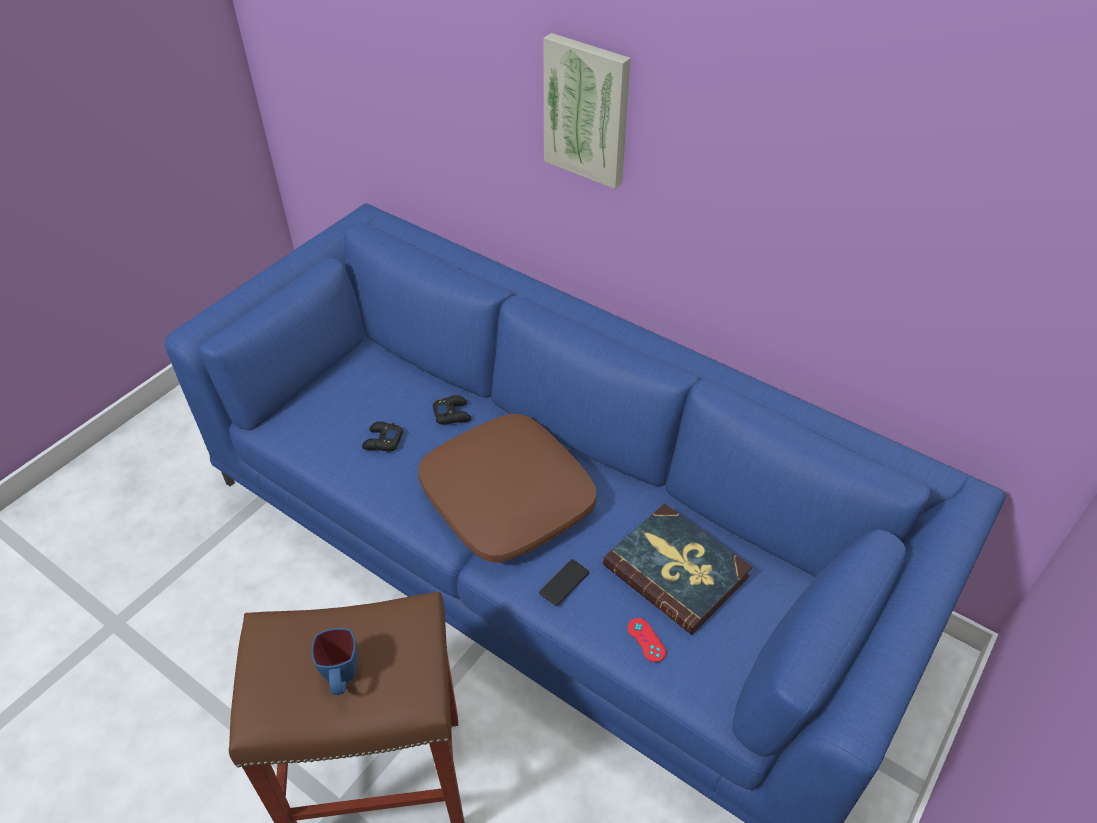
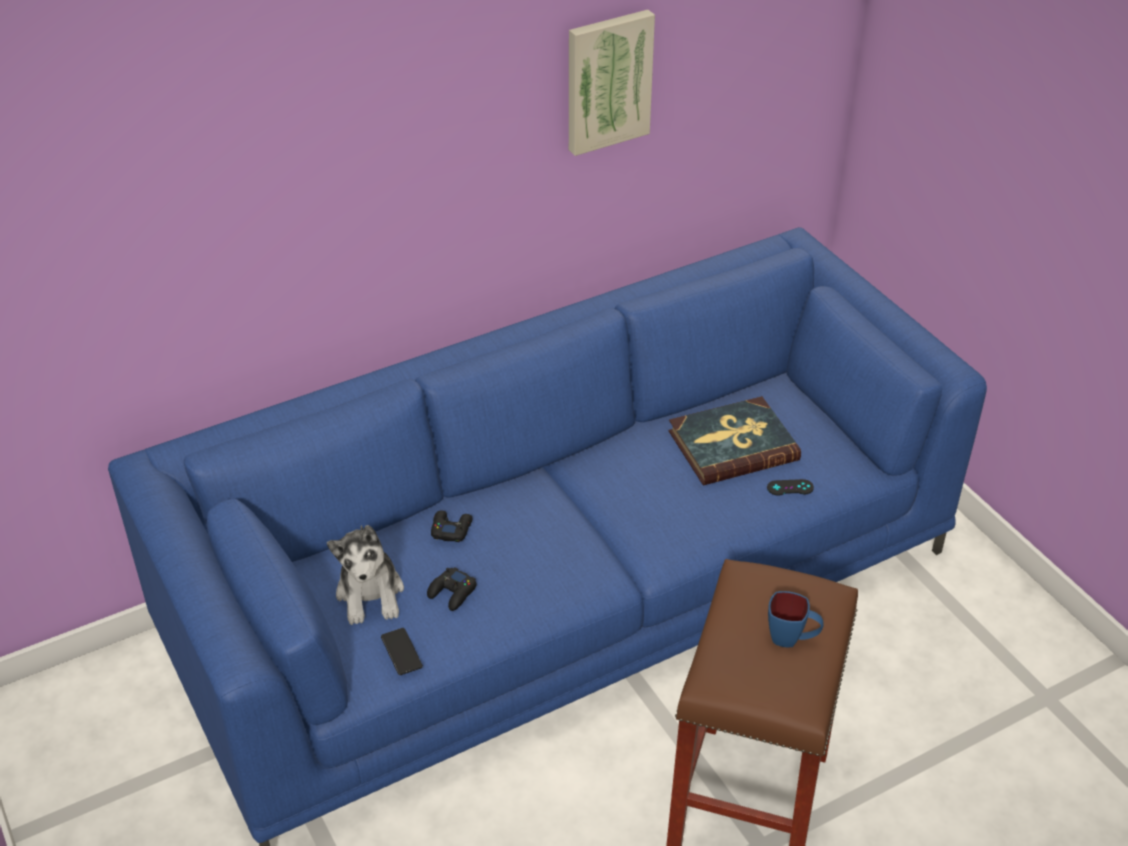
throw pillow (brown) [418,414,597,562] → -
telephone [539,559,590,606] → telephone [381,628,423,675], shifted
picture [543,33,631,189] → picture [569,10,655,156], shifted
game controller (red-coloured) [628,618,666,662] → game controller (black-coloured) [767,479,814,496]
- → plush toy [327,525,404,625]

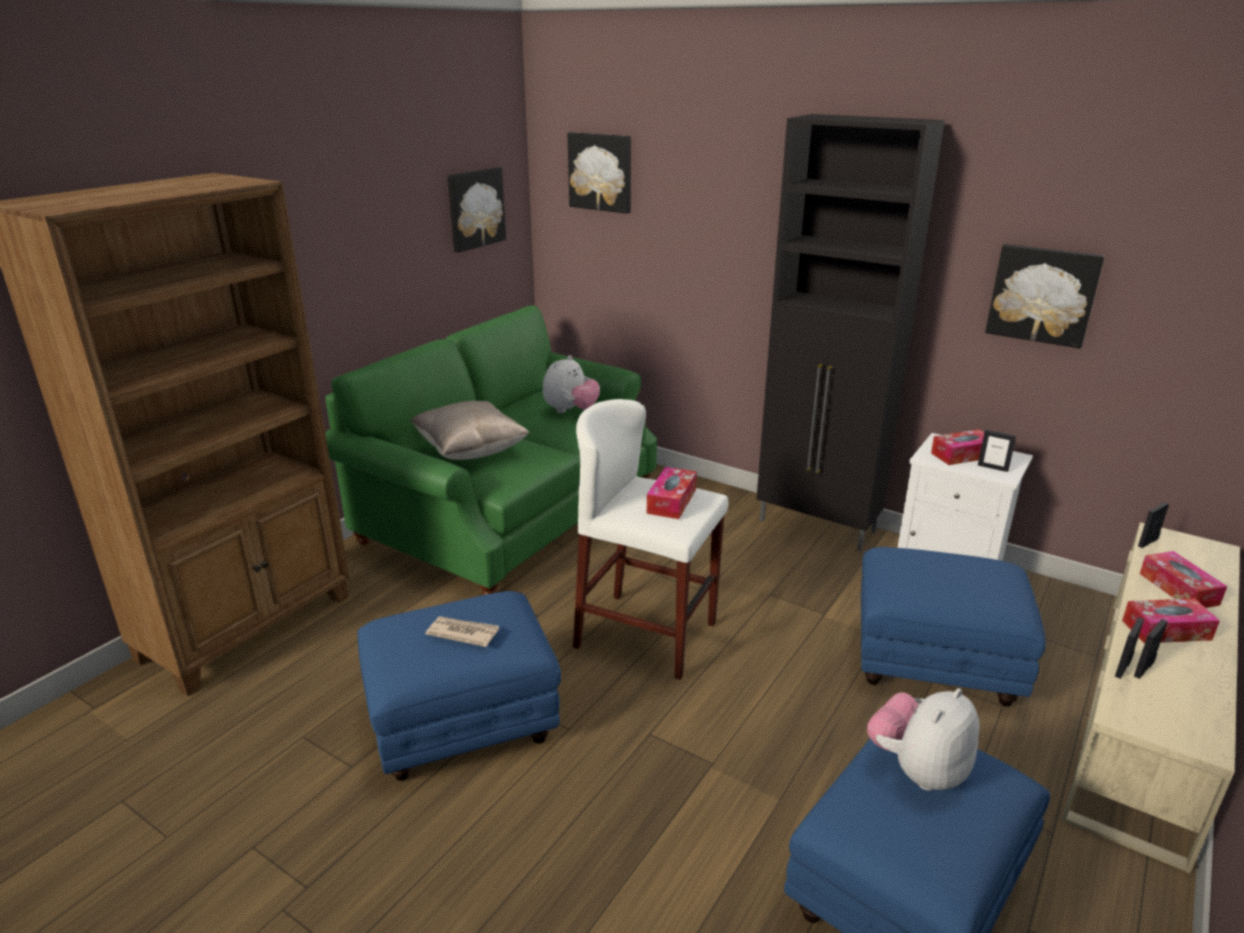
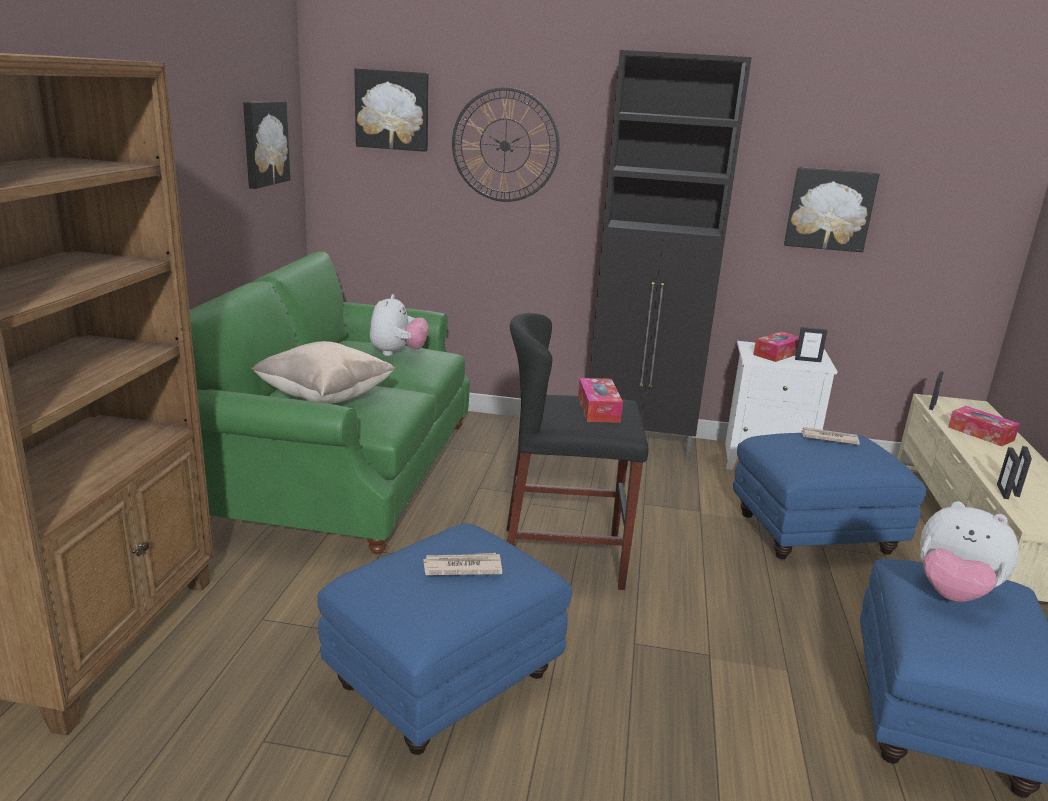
sitting stool (white-coloured) [573,399,728,680] → sitting stool (black-coloured) [506,313,648,590]
plush toy [867,688,980,790] → plush toy [920,501,1019,602], 75 degrees counterclockwise
box of tissues [1122,598,1220,643] → -
- → hanging clock [452,87,560,202]
- → newspaper [801,427,860,445]

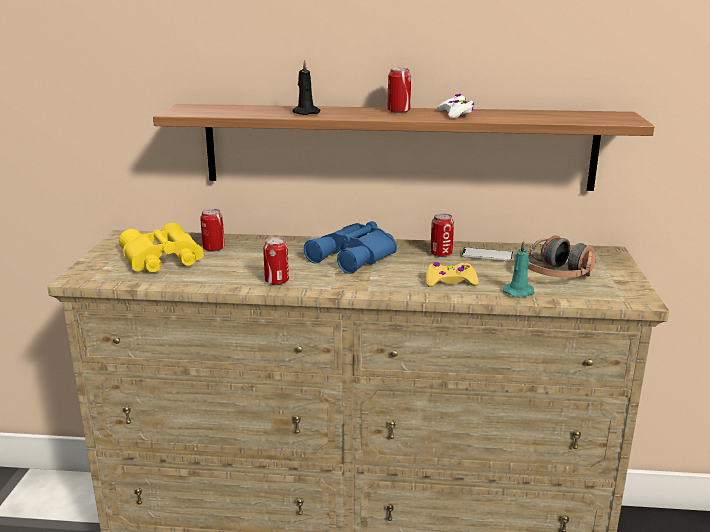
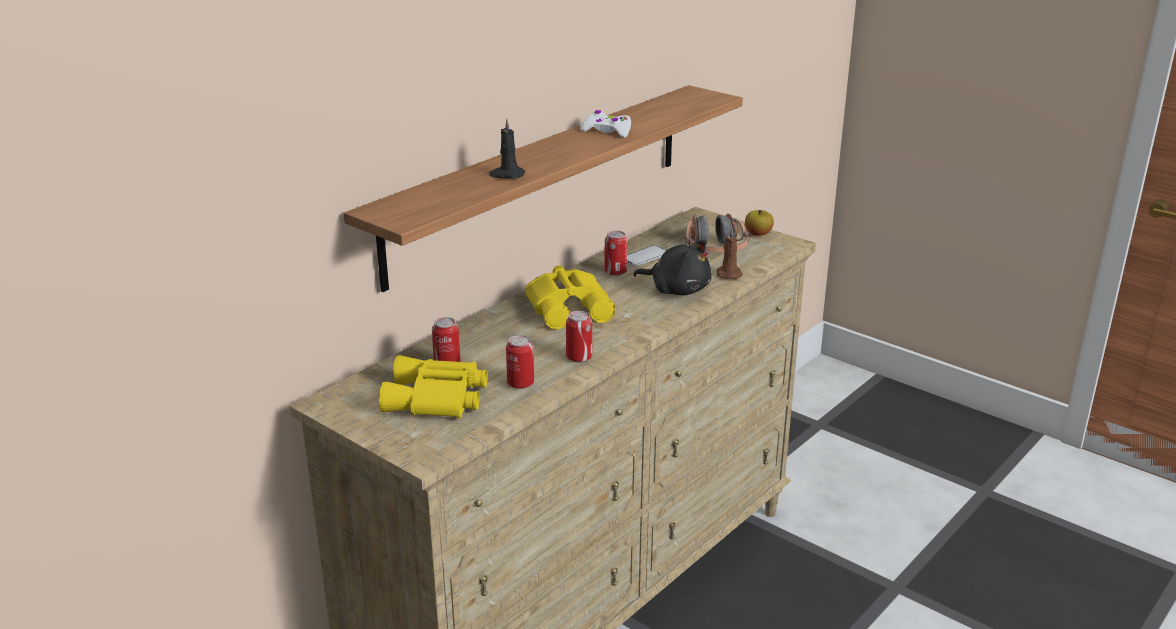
pair of binoculars (blue-coloured) [304,221,397,274] → pair of binoculars (yellow-coloured) [525,265,616,329]
sealed can [388,68,411,113] → sealed can [506,335,534,389], shifted
game controller (yellow-coloured) [426,262,479,287] → plush toy (black-coloured) [633,240,712,295]
wax candle (turquoise-coloured) [503,240,535,298] → wax candle (brown) [717,228,743,279]
- → apple [745,210,774,236]

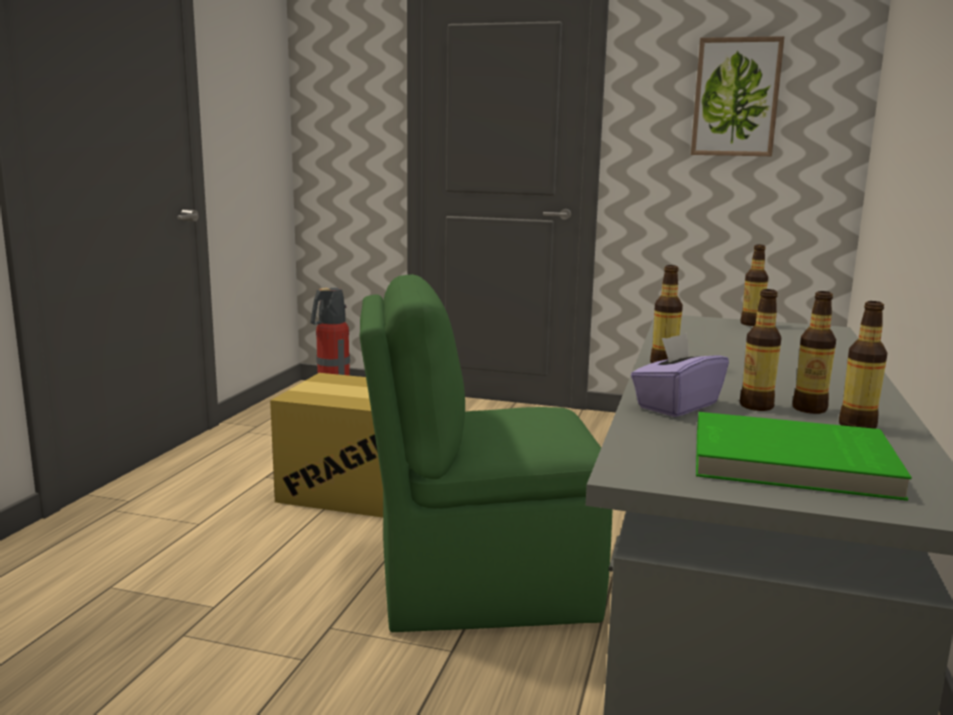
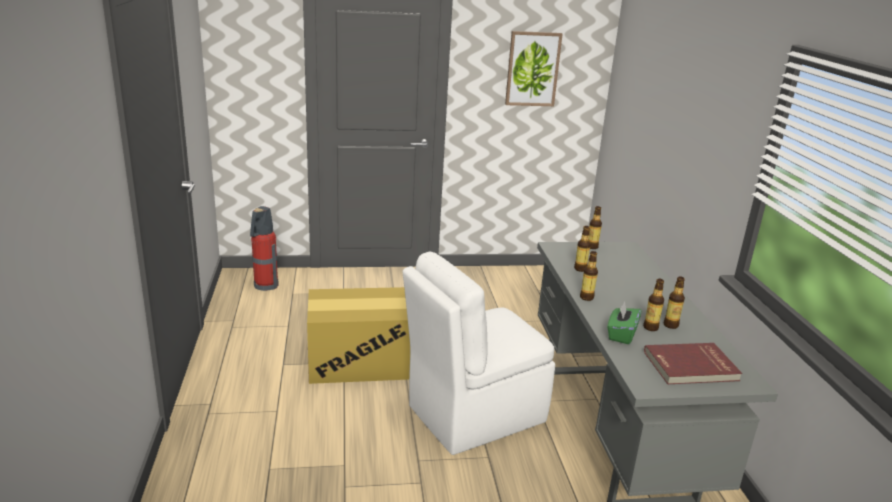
plain chair (green-coloured) [360,274,613,632] → plain chair (white-coloured) [402,251,555,455]
box of tissues (purple-coloured) [631,333,729,417] → box of tissues (green-coloured) [607,302,641,344]
book (green-coloured) [696,412,912,501] → book (red-coloured) [644,343,742,384]
bottle [839,301,887,429] → bottle [574,226,591,272], shifted

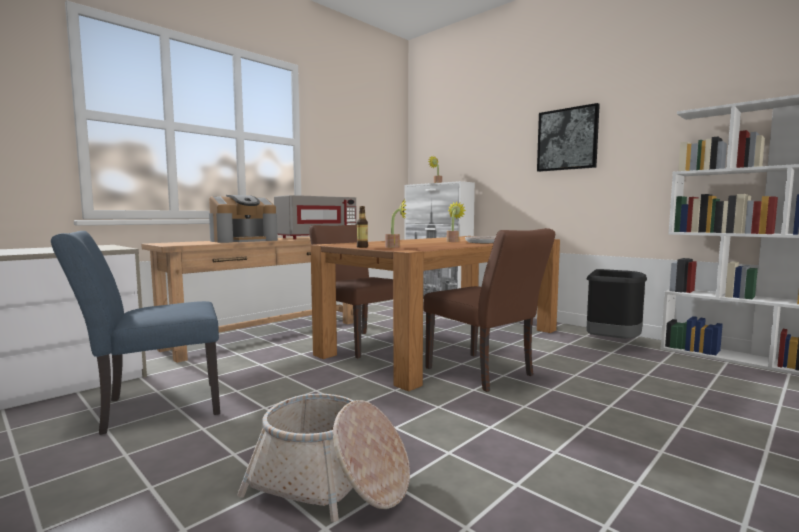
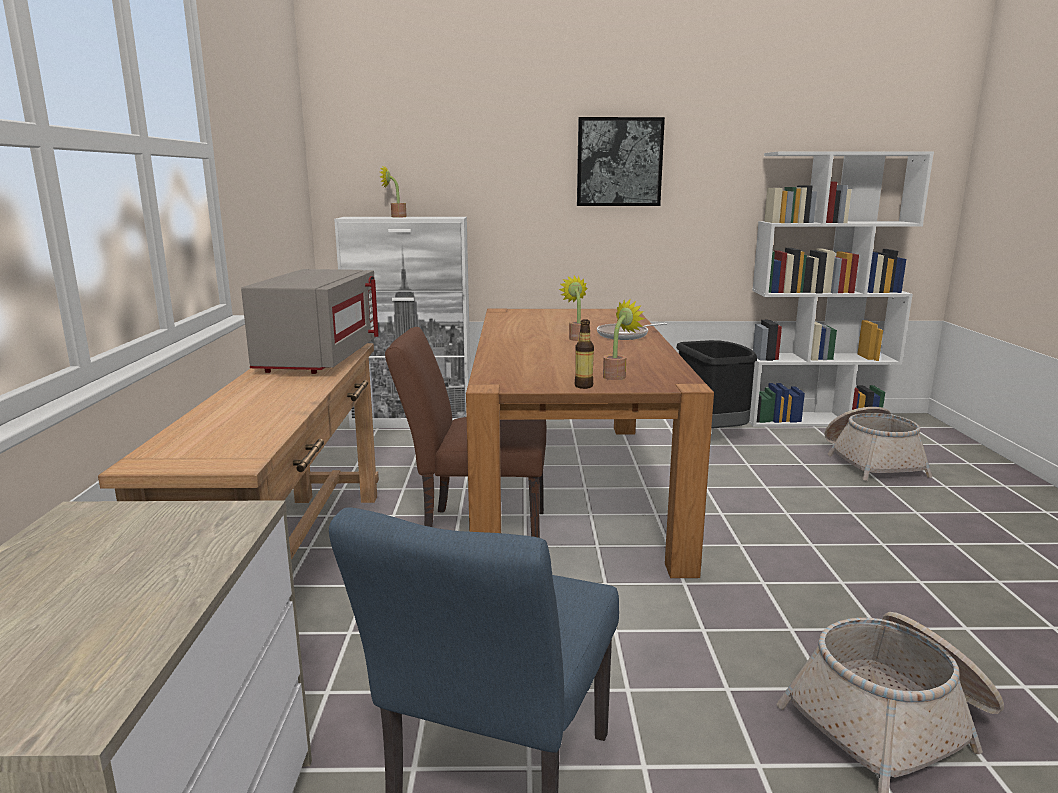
coffee brewer [209,195,278,243] → -
plain chair (brown) [424,228,555,392] → -
- → storage basket [824,407,933,481]

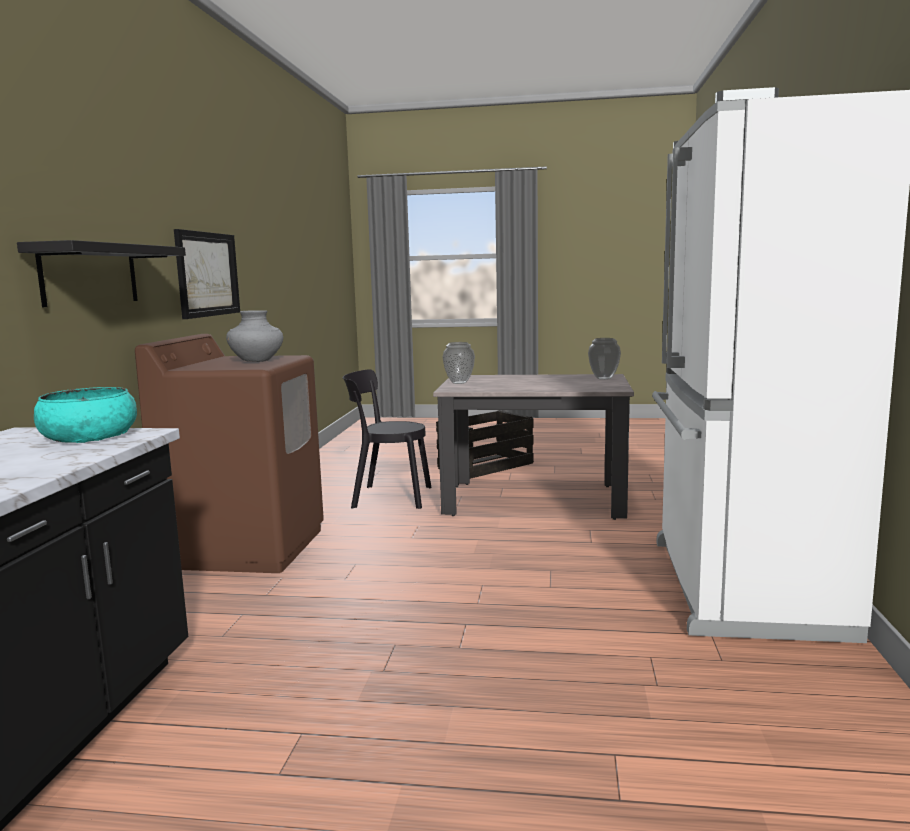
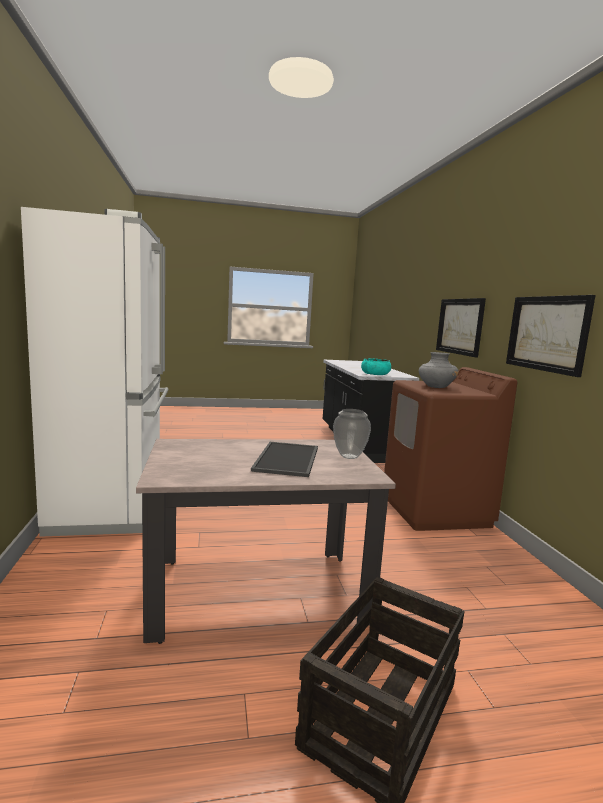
wall shelf (black-coloured) [17,240,186,307] → picture [436,298,486,358]
plain chair (black-coloured) [342,369,432,509] → -
flower vase [588,338,621,380] → -
- → carrying tray [251,442,318,477]

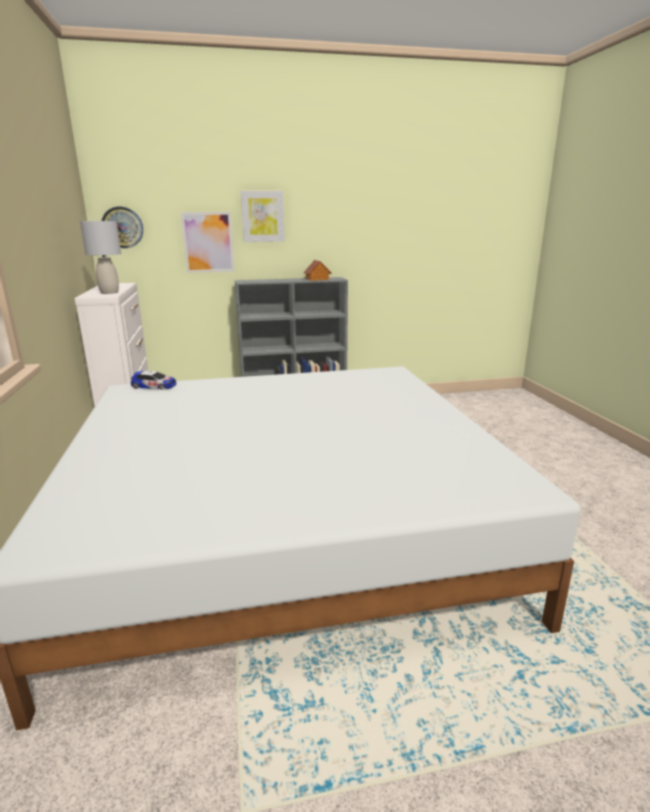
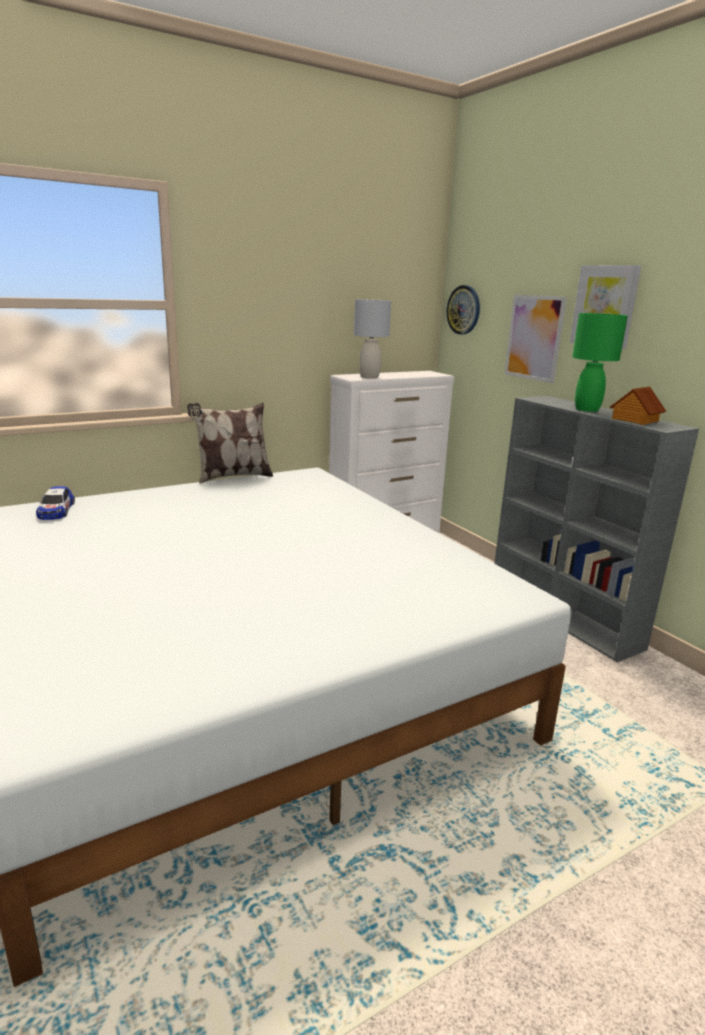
model car [131,371,176,390] → model car [36,486,75,520], shifted
- → throw pillow [187,403,273,484]
- → tabletop lamp (green-coloured) [572,313,628,412]

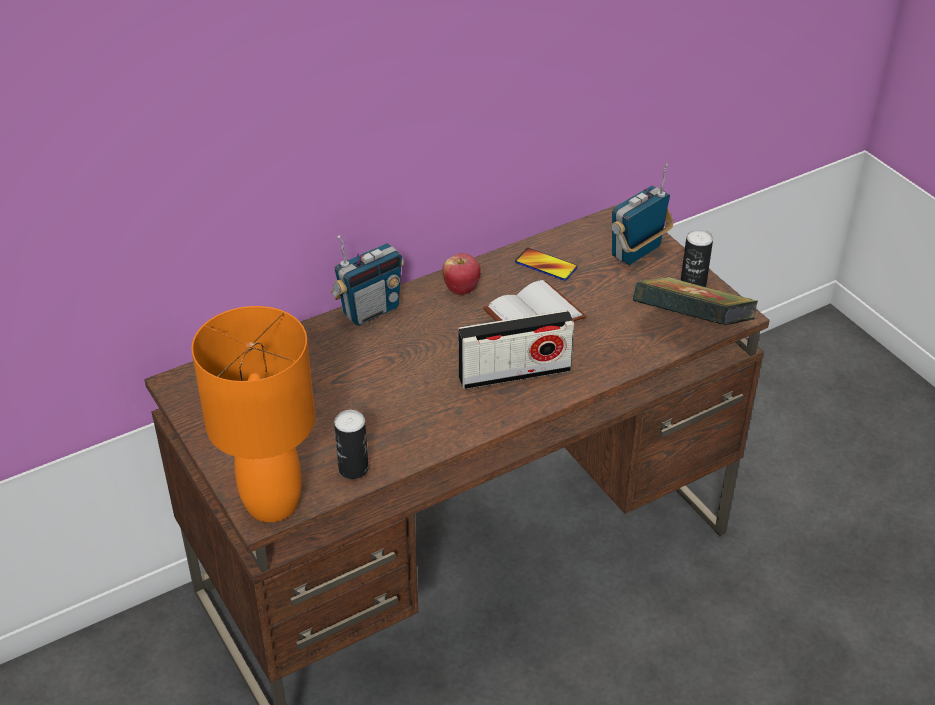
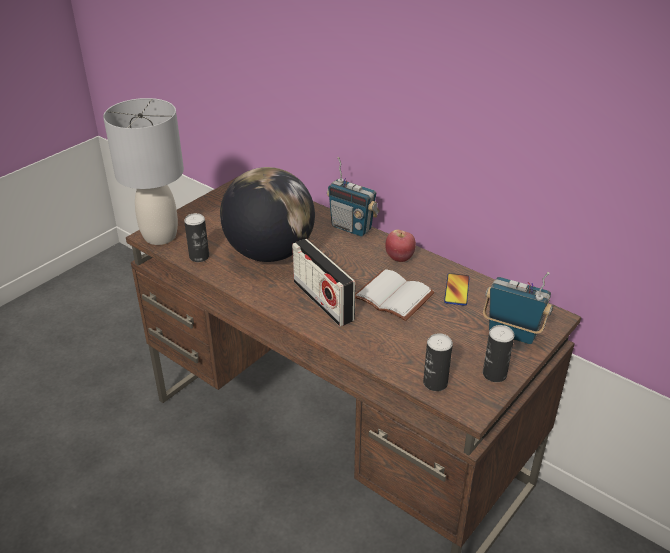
tabletop lamp (orange) [191,306,315,522] → tabletop lamp (greyish) [103,98,184,245]
book [633,277,758,325] → sealed can [423,333,453,391]
- → desk globe [220,167,315,262]

